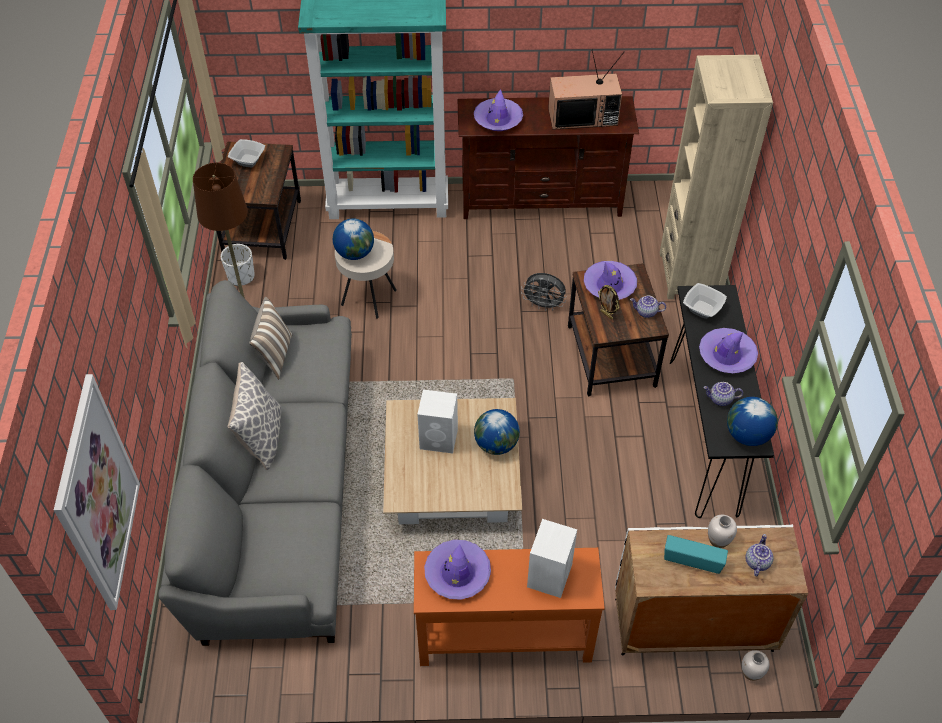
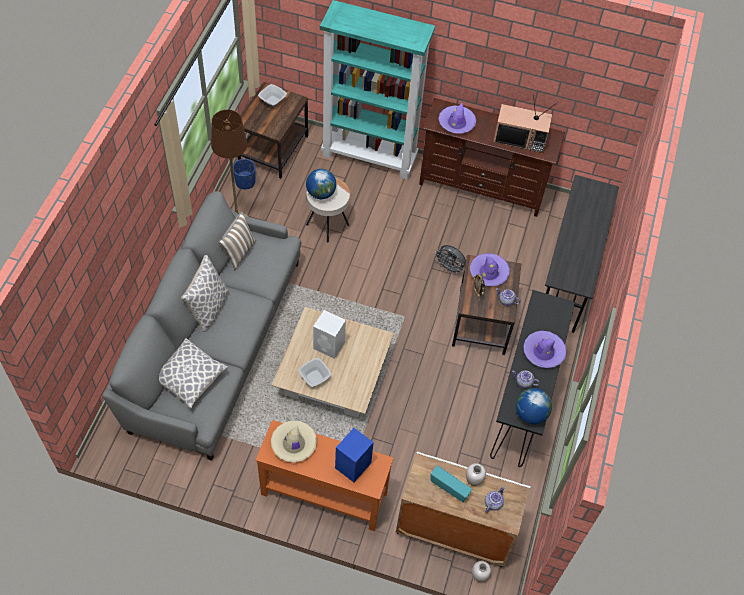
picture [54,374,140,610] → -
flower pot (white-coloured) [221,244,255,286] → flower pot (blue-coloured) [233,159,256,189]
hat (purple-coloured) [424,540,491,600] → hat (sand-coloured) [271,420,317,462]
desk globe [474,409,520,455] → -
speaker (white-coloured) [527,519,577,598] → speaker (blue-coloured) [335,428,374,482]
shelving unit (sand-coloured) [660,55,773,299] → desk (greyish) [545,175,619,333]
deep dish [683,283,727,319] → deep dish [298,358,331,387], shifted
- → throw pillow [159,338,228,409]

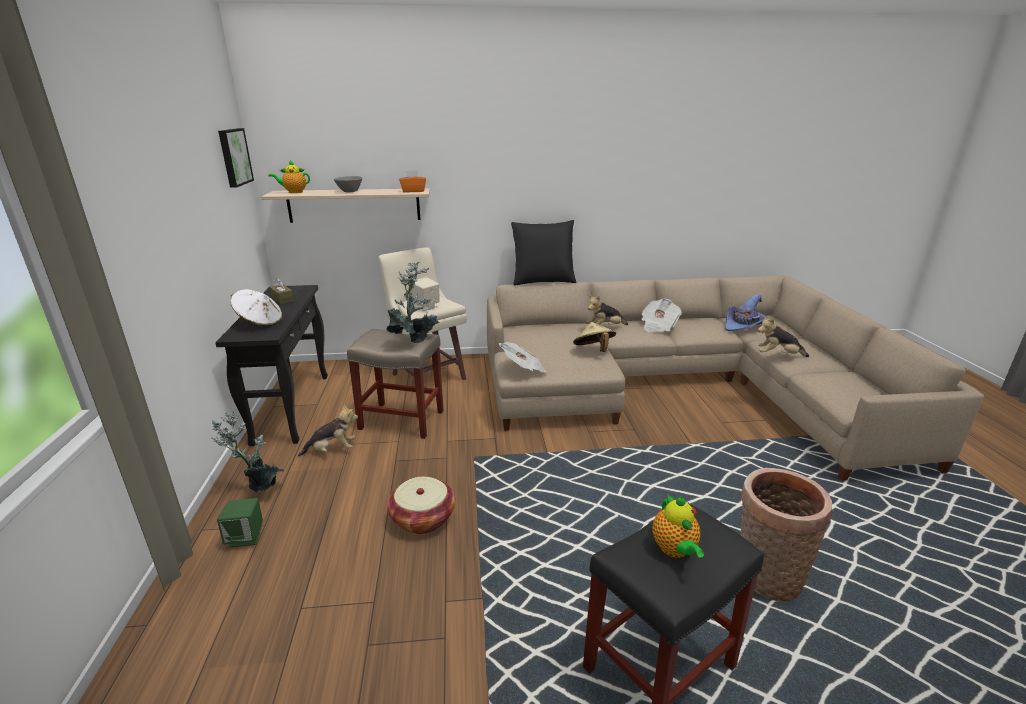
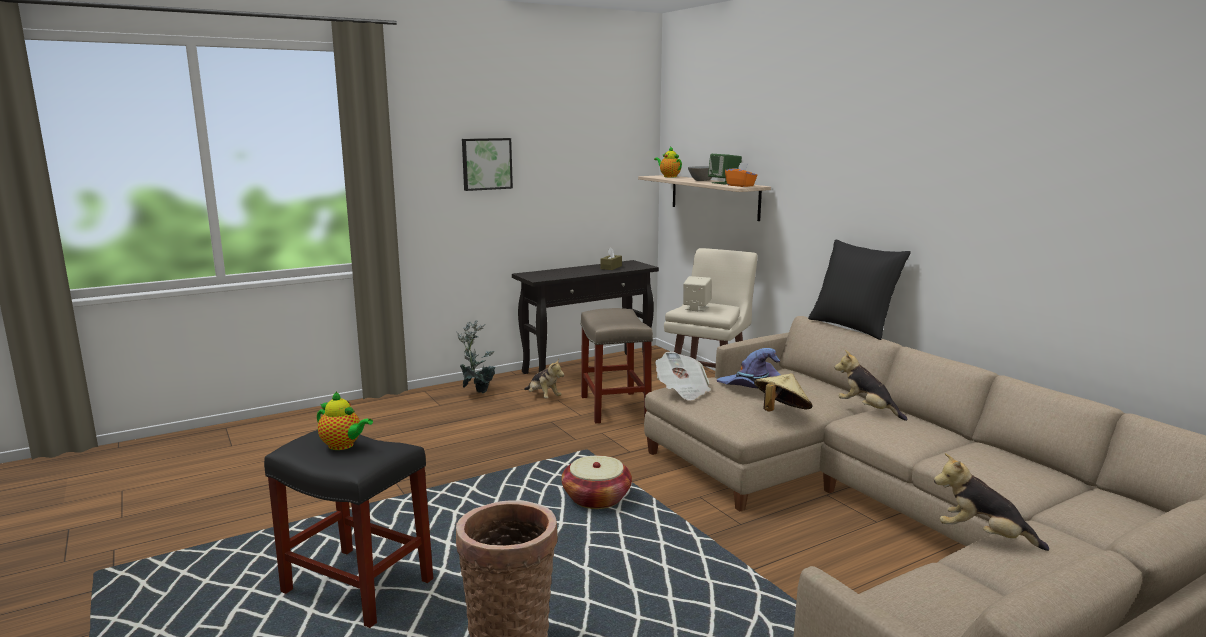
speaker (green-coloured) [217,498,263,548] → speaker (green-coloured) [708,154,742,184], shifted
picture [218,128,254,188] → picture [462,138,513,191], shifted
hat (white-coloured) [230,289,282,327] → -
houseplant [386,262,439,343] → -
storage basket [387,477,455,534] → storage basket [561,456,632,509], shifted
newspaper [641,299,682,332] → -
tea pot [652,495,704,558] → tea pot [317,392,373,450], 120 degrees counterclockwise
hat (purple-coloured) [725,294,768,331] → hat (purple-coloured) [717,348,781,388], shifted
plush toy [758,316,809,357] → plush toy [934,453,1049,551], 45 degrees counterclockwise

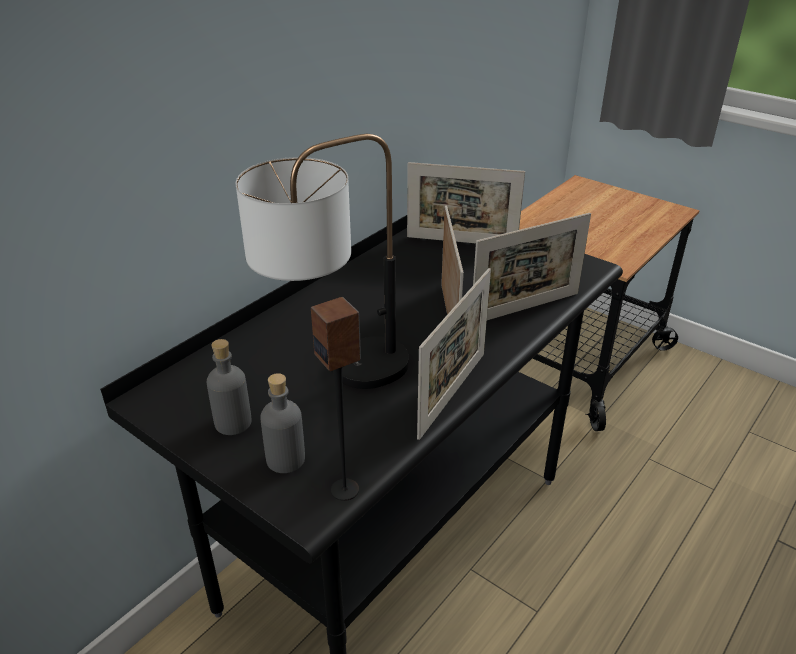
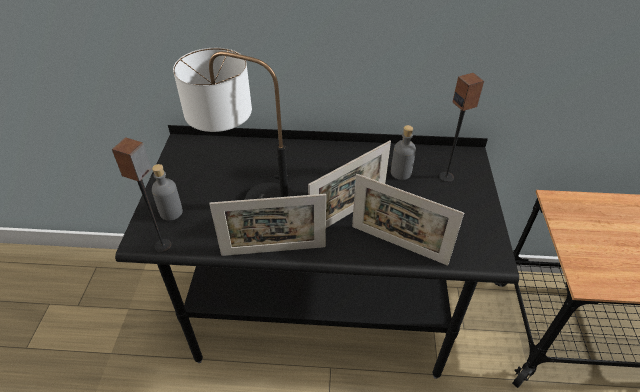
bottle (greyish) [207,339,252,435] → bottle (greyish) [391,125,416,180], shifted
picture frame [407,162,525,243] → speaker [439,73,484,182]

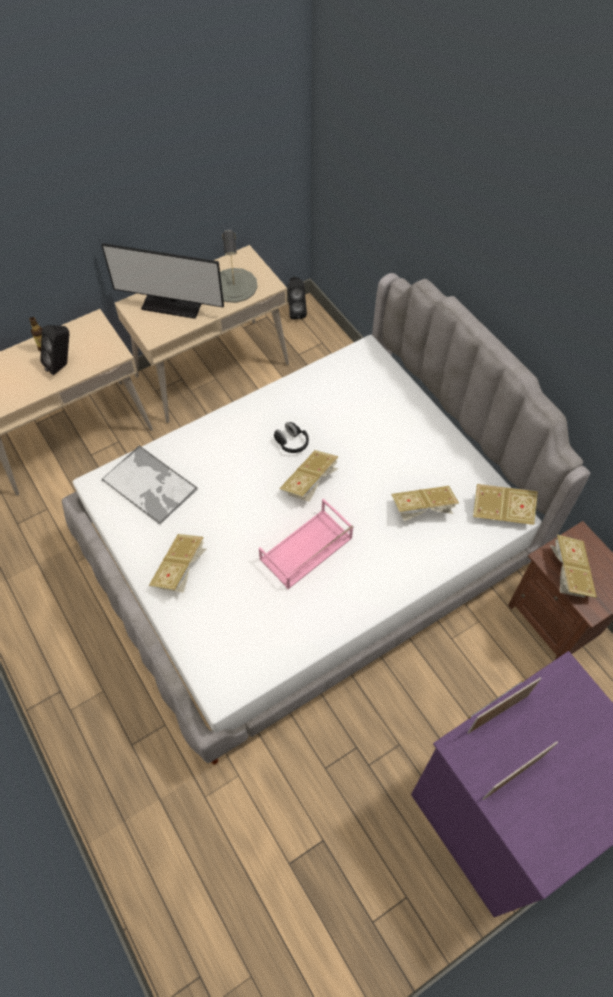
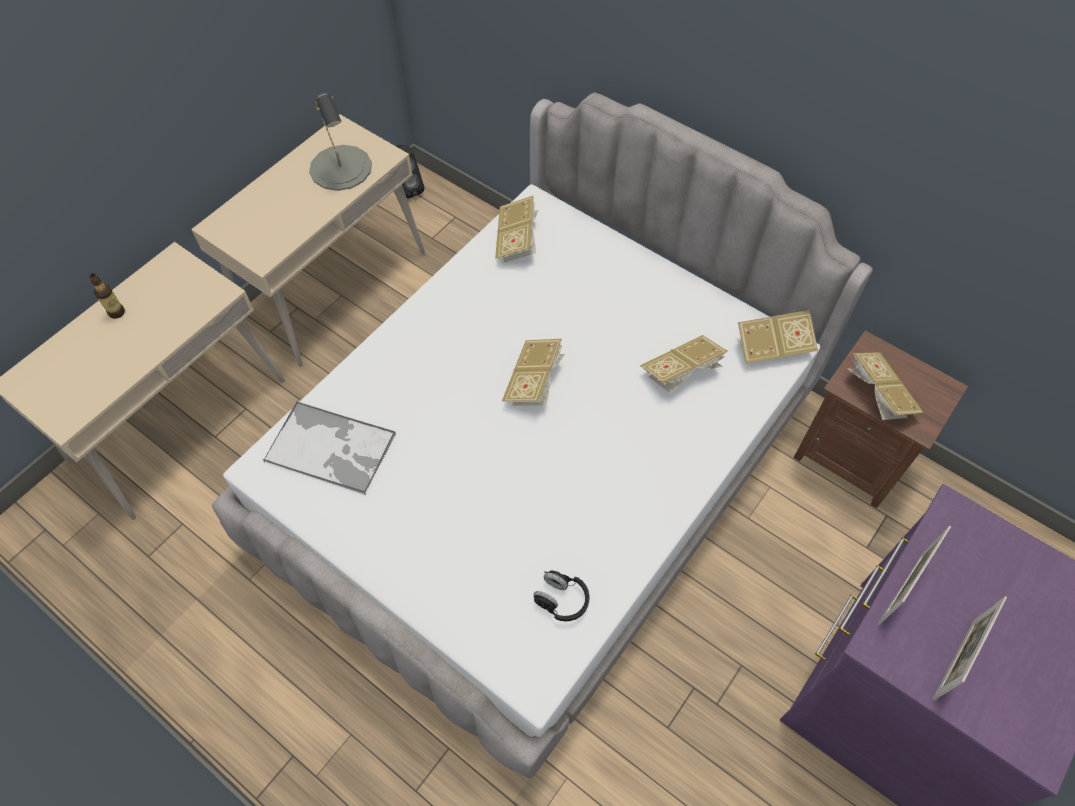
speaker (black-coloured) [40,325,69,375] → -
computer display [101,243,224,319] → -
book [149,534,207,593] → book [495,196,538,263], shifted
carrying tray (pinkish) [259,498,353,589] → -
pair of headphones (black-coloured) [274,422,309,453] → pair of headphones (black-coloured) [534,570,590,621], shifted

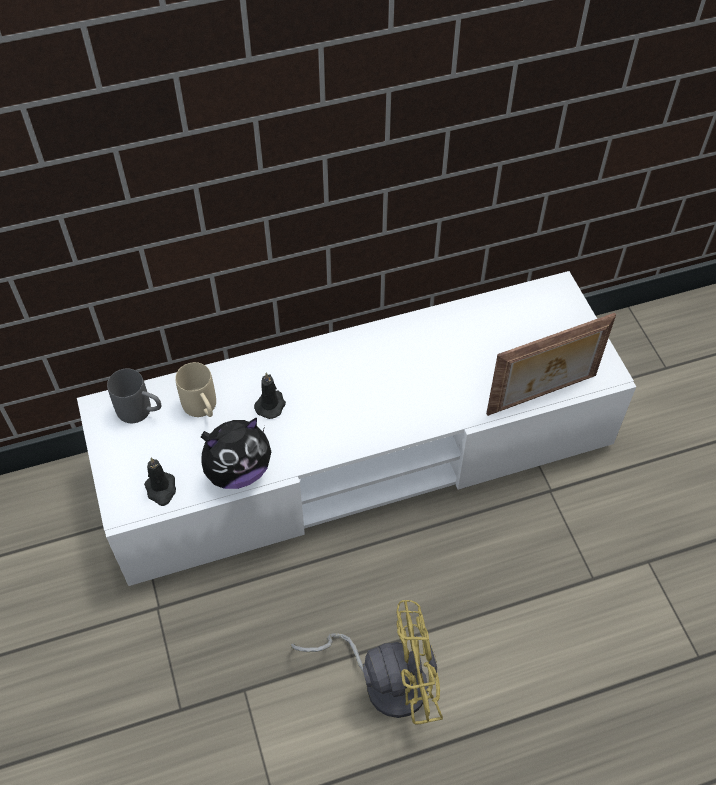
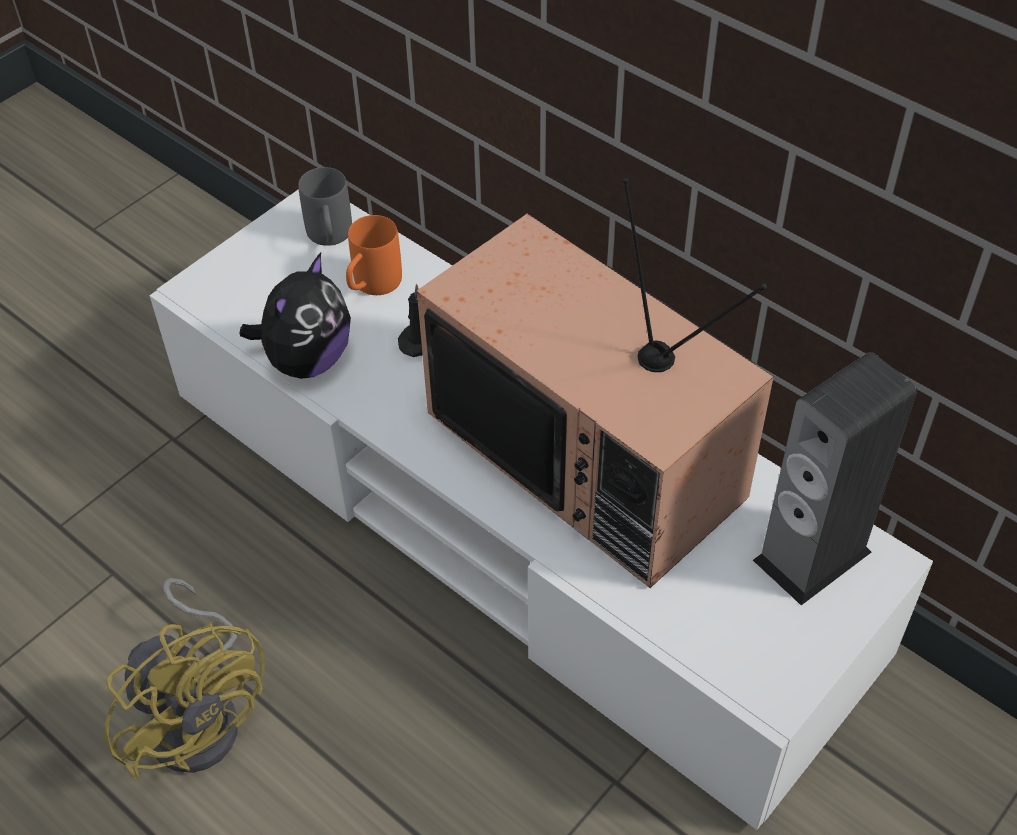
wax candle (black-coloured) [144,457,176,506] → -
mug (sand-coloured) [175,362,216,417] → mug (orange) [346,215,402,295]
plush toy [201,418,271,489] → plush toy [239,252,351,379], 90 degrees counterclockwise
picture frame [486,313,616,416] → -
- → TV [417,177,773,588]
- → speaker [753,352,916,605]

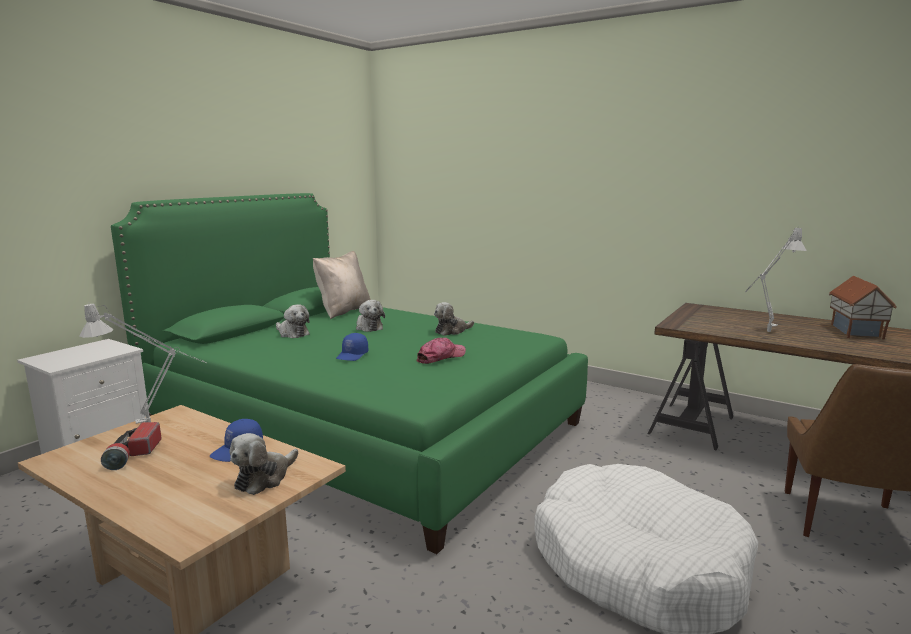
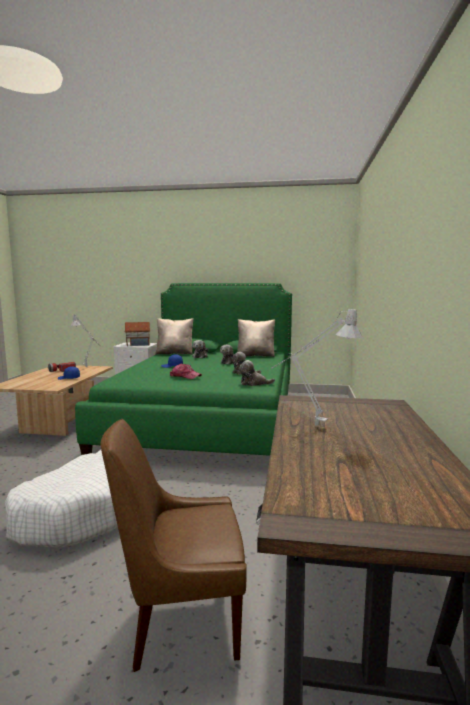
plush toy [229,433,299,495] → plush toy [239,360,275,386], shifted
model house [829,276,897,340] → model house [124,322,150,346], shifted
- → throw pillow (sand-coloured) [155,318,193,355]

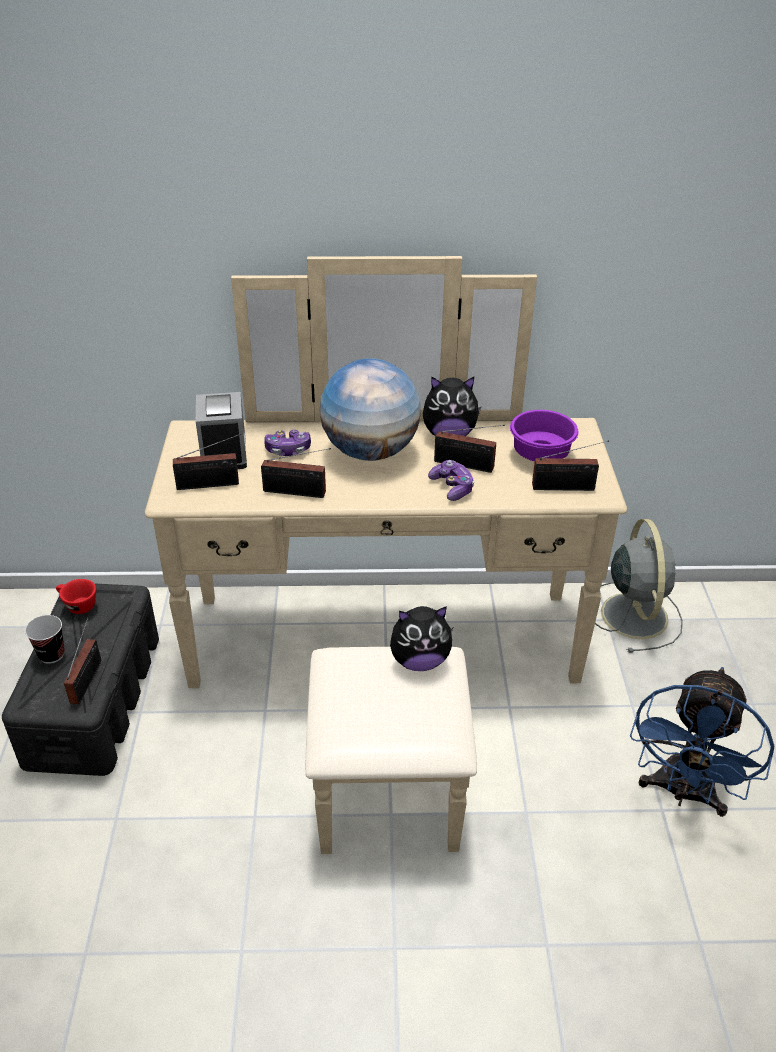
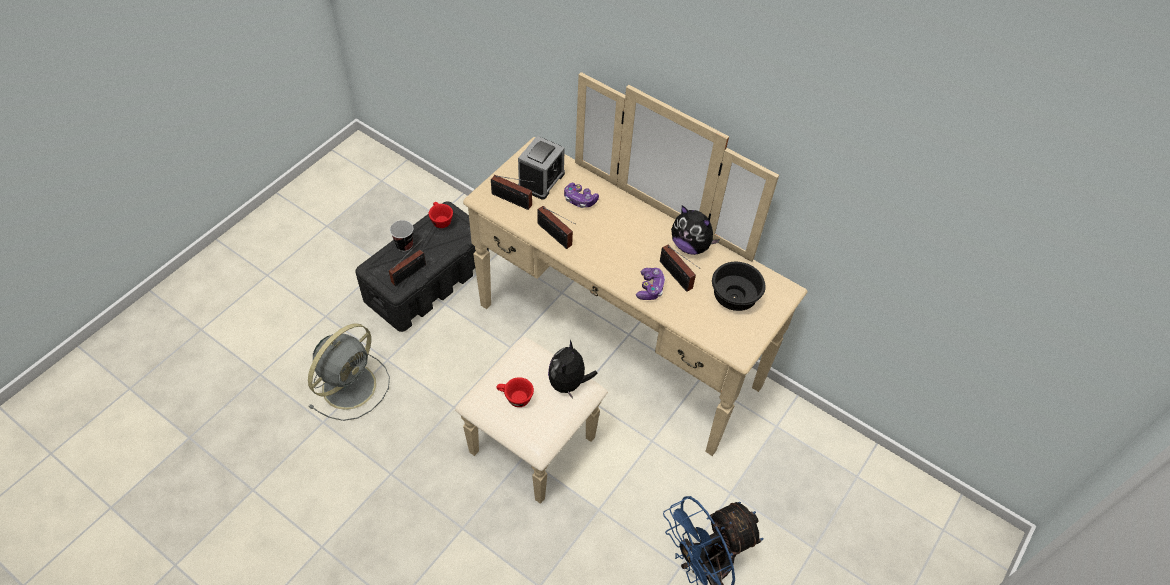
desk globe [320,358,421,461] → -
plush toy [390,606,453,671] → plush toy [548,340,598,399], 75 degrees clockwise
deep dish (purple-coloured) [510,410,578,461] → deep dish (black-coloured) [712,262,765,311]
radio [532,440,609,491] → -
fan (greyish) [595,519,683,653] → fan (greyish) [308,323,390,421], shifted
- → small cup (red-coloured) [496,377,534,407]

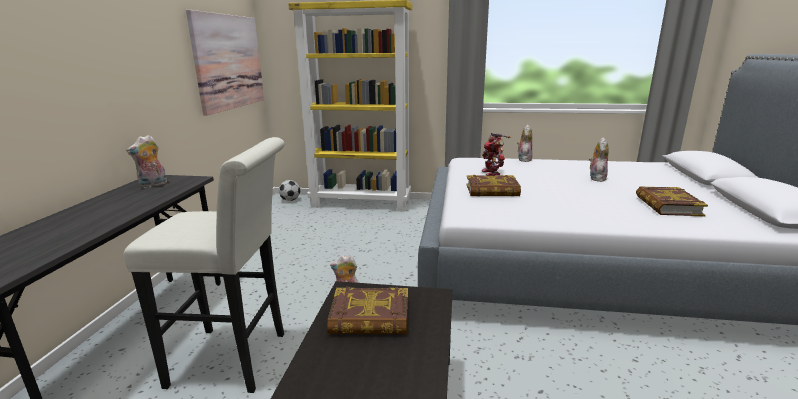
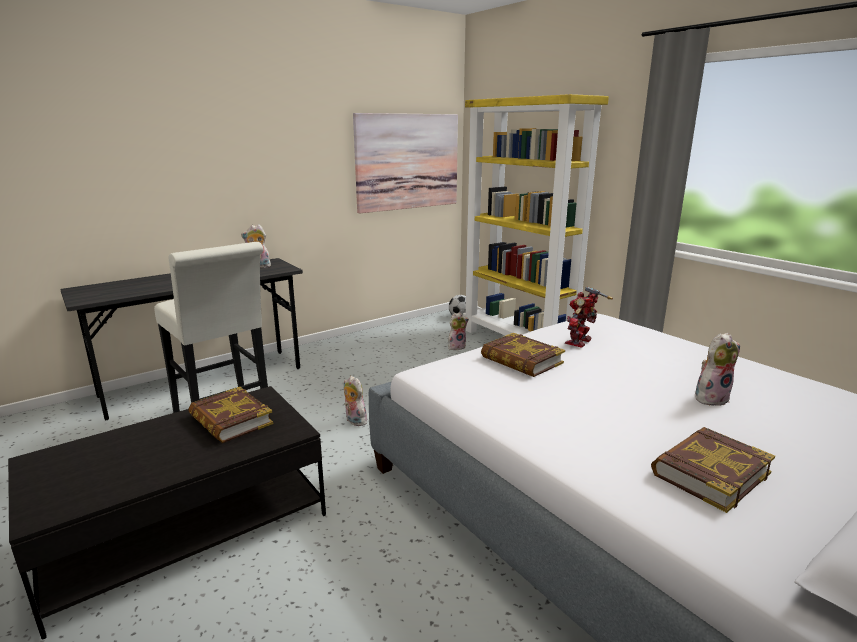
plush toy [517,124,533,162] → plush toy [448,312,469,350], shifted

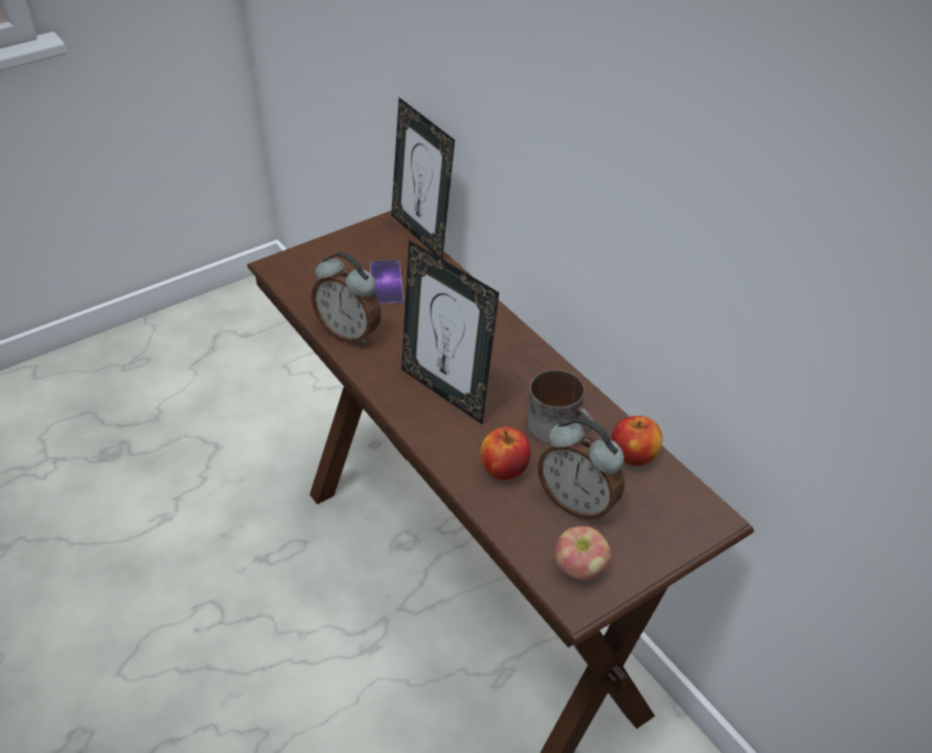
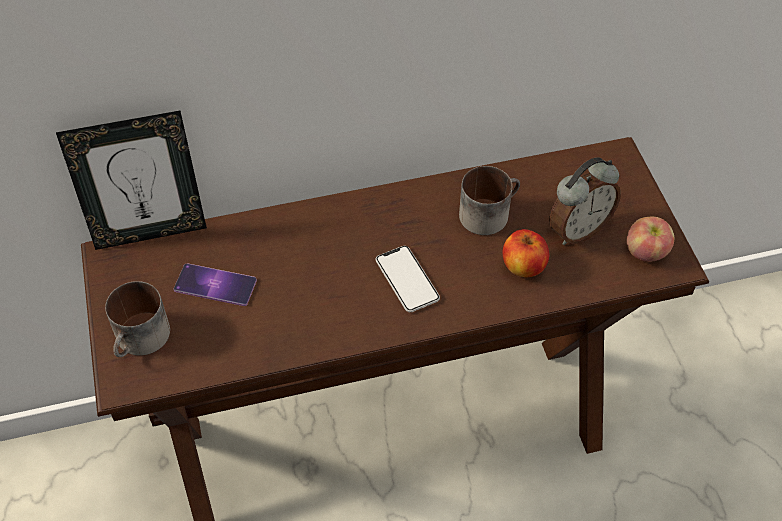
bedside clock [311,252,381,345] → -
picture frame [401,240,499,425] → telephone [376,246,440,312]
apple [611,416,662,466] → -
- → mug [105,281,170,357]

